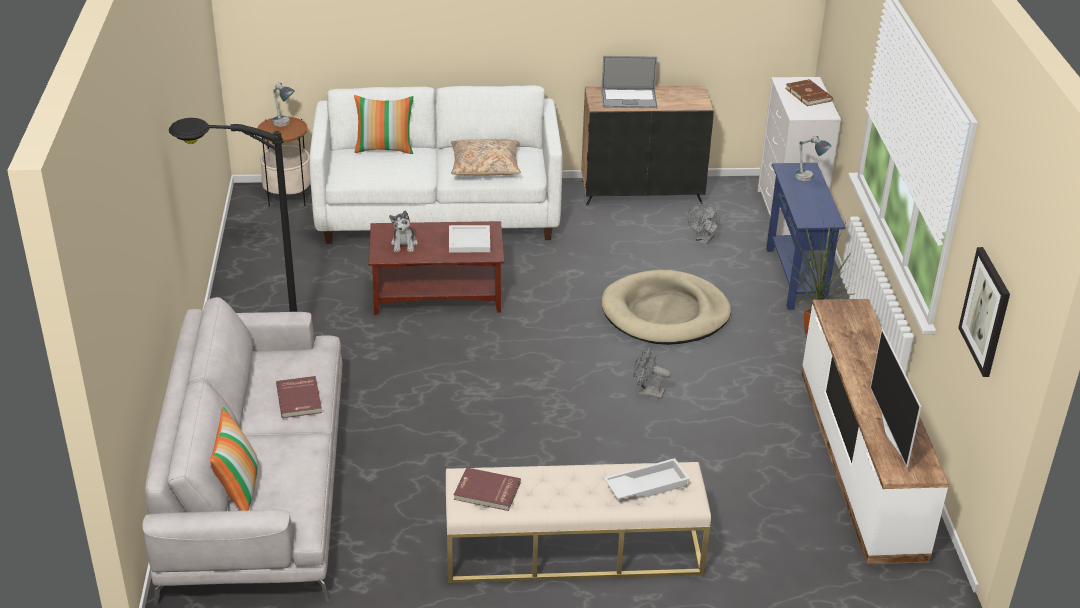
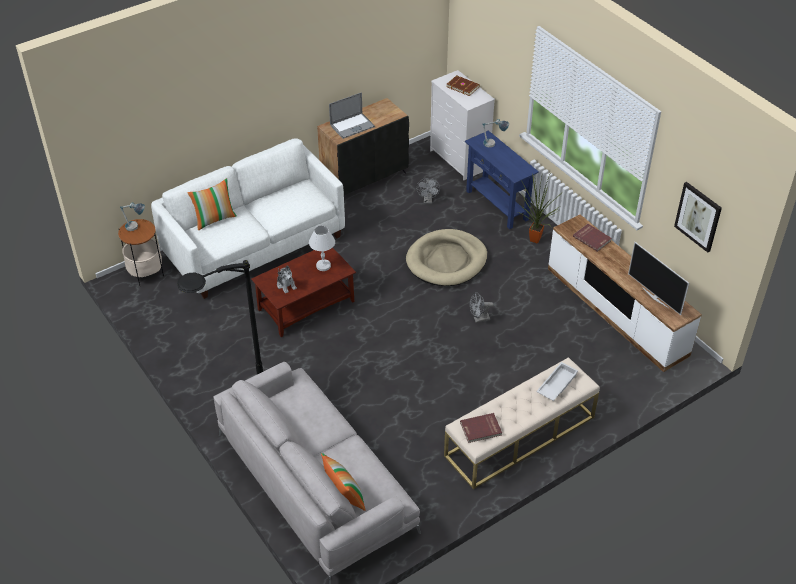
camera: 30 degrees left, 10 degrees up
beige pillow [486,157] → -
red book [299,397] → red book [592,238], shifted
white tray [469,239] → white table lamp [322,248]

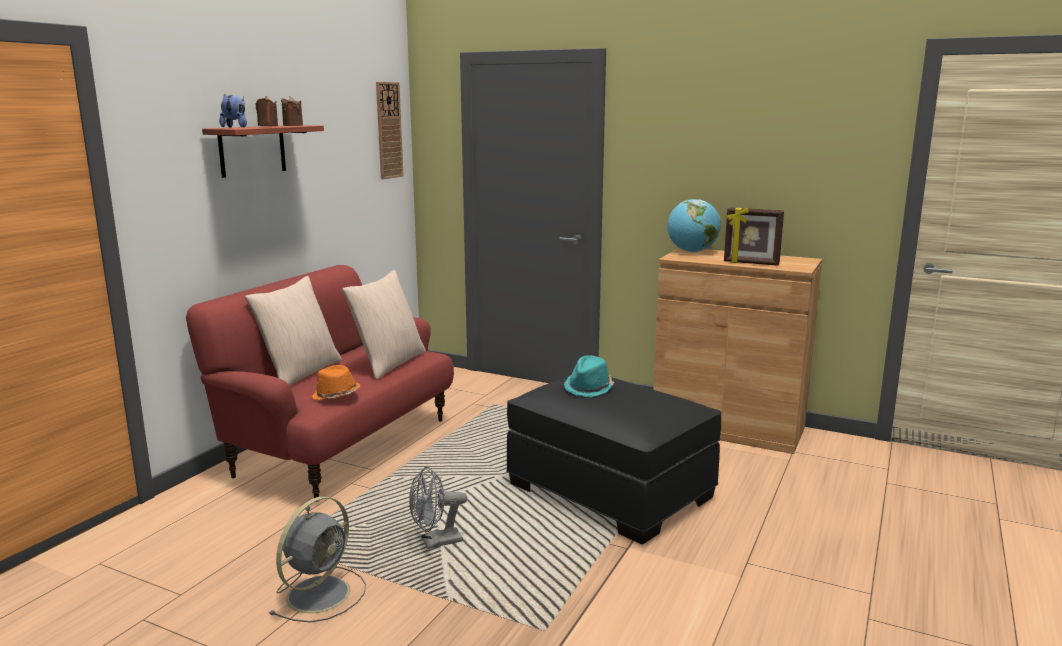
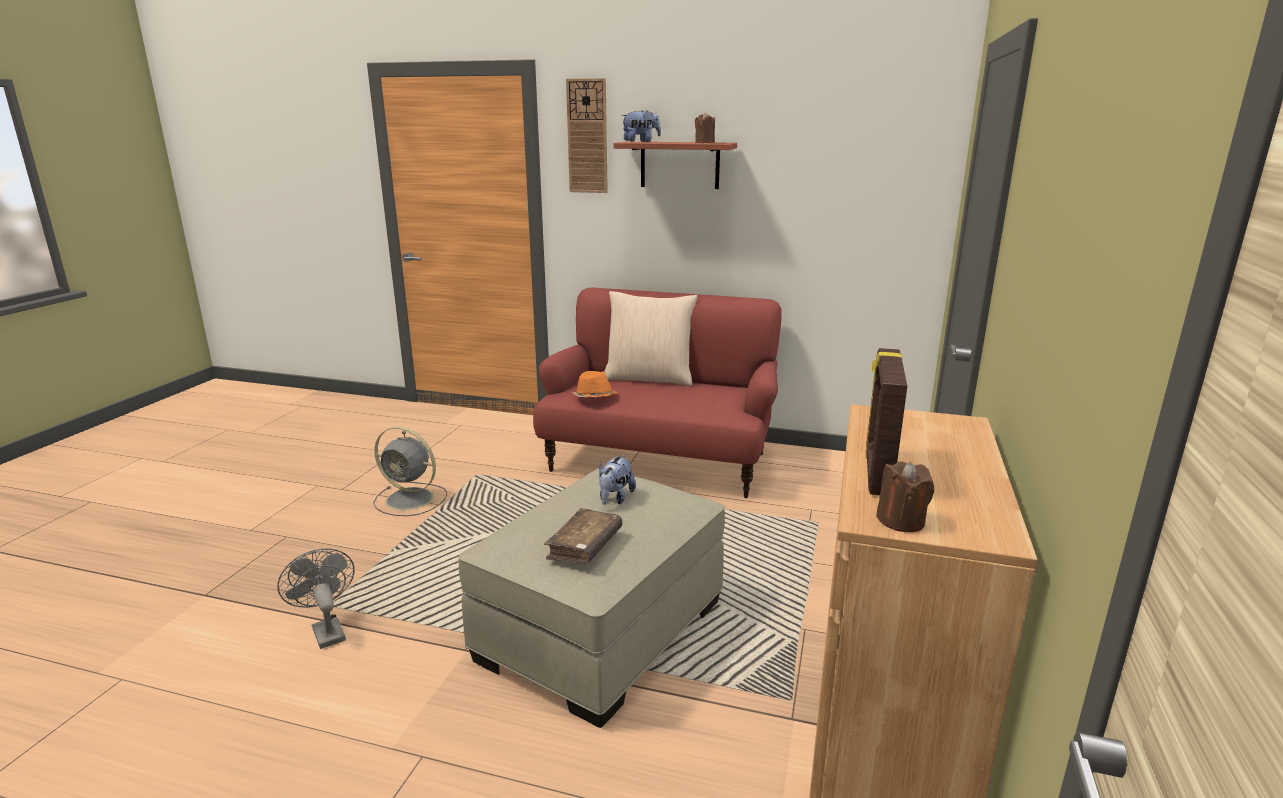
camera: 80 degrees right, 5 degrees up
beige pillow [384,325] → -
globe [694,226] → -
- → brown book [583,536]
brown candle [267,111] → brown candle [905,496], shifted
wall clock [390,130] → wall clock [587,135], shifted
grey fan [438,507] → grey fan [316,598], shifted
turquoise hat [589,376] → plush toy [617,479]
black ottoman [613,460] → beige ottoman [592,598]

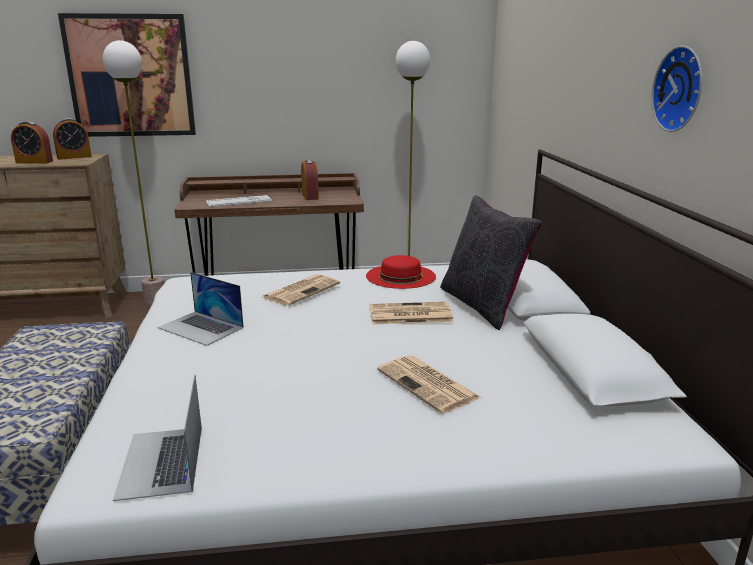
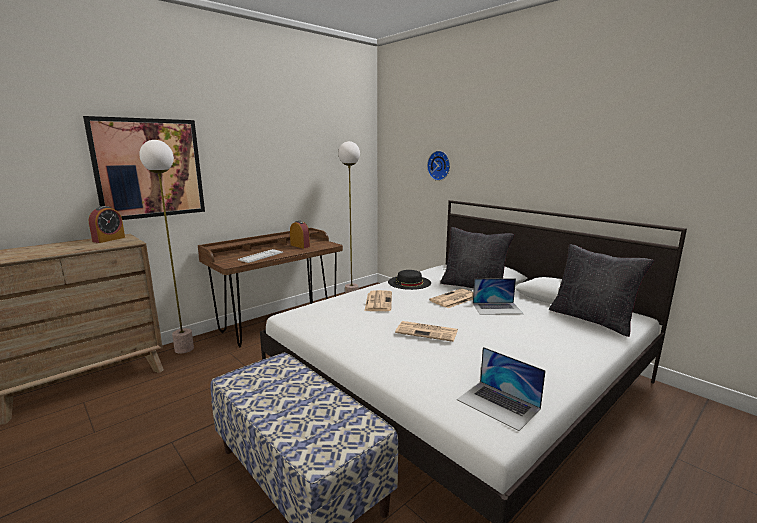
camera: 35 degrees left, 5 degrees down
alarm clock [32,142] → -
- → black pillow [601,290]
laptop [201,309] → laptop [498,296], shifted
newspaper [429,384] → newspaper [426,331], shifted
wall clock [677,89] → wall clock [438,166], shifted
red hat [401,272] → black hat [409,280]

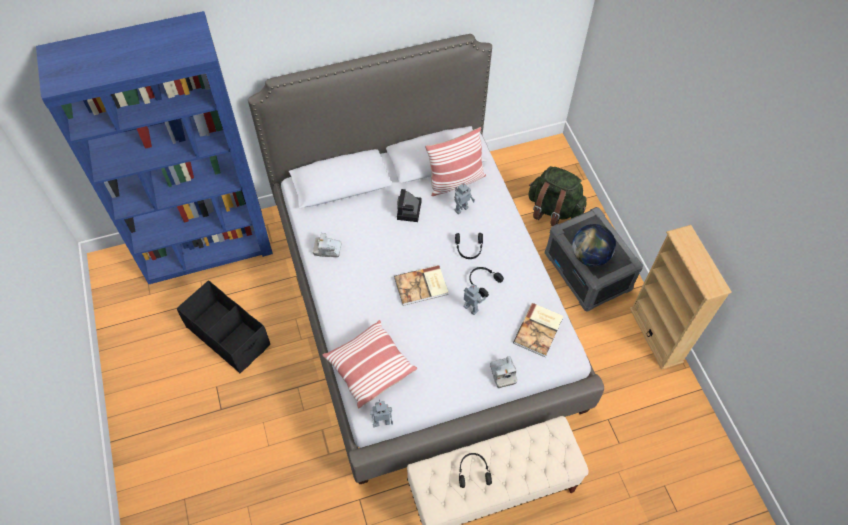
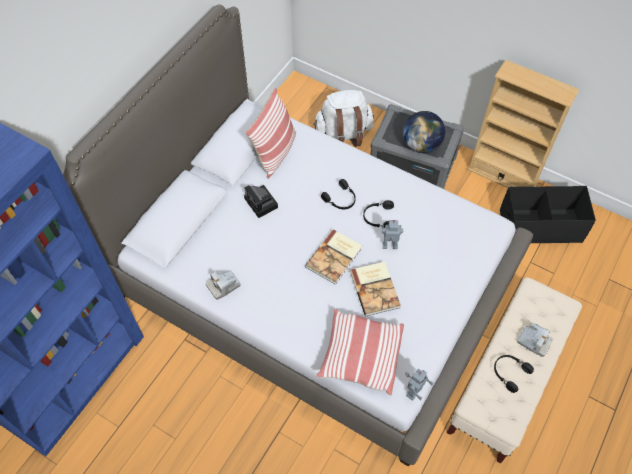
camera: 40 degrees left, 0 degrees up
toy robot [464,198] → -
black storage box [223,327] → black storage box [548,214], shifted
photo camera [503,372] → photo camera [535,340], shifted
book [538,330] → book [375,289], shifted
green backpack [557,196] → white backpack [343,118]

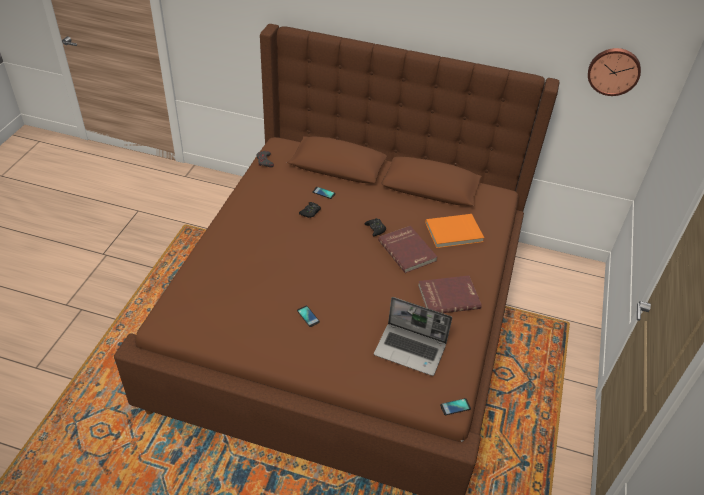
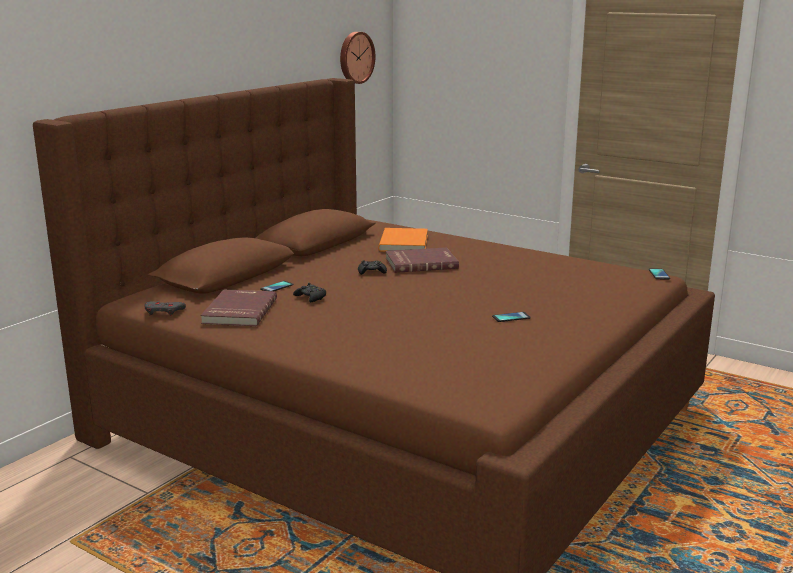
camera: 70 degrees left, 25 degrees down
laptop [413,336] → -
red book [450,294] → red book [238,307], shifted

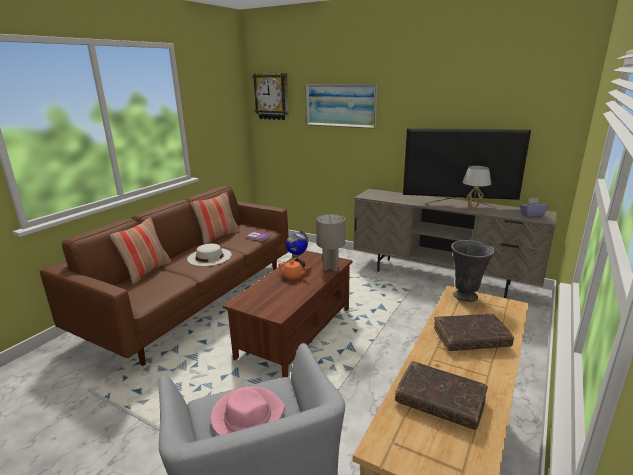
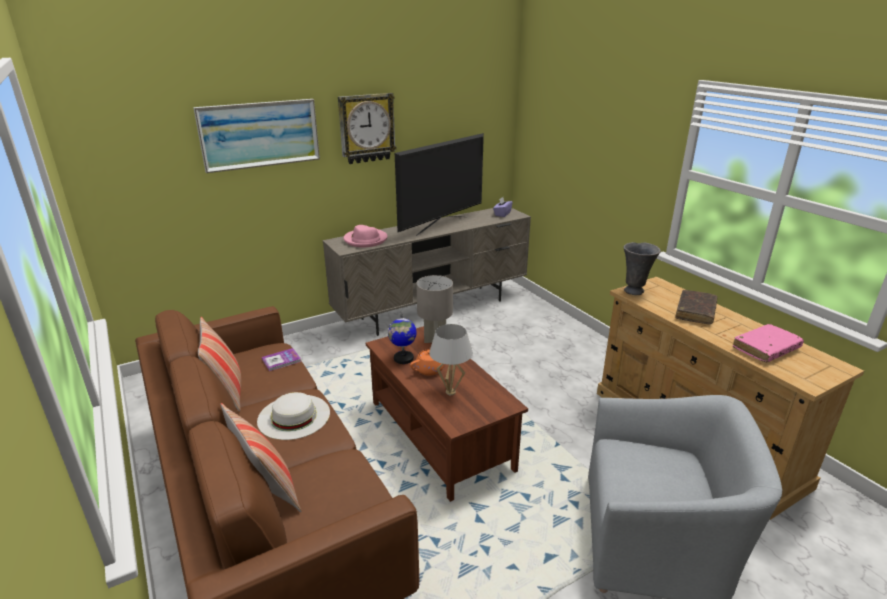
camera: 60 degrees left, 5 degrees up
pink hat [247,411] → pink hat [365,236], shifted
wall clock [270,96] → wall clock [367,128], shifted
white table lamp [477,189] → white table lamp [451,359], shifted
brown book [441,395] → pink book [768,343]

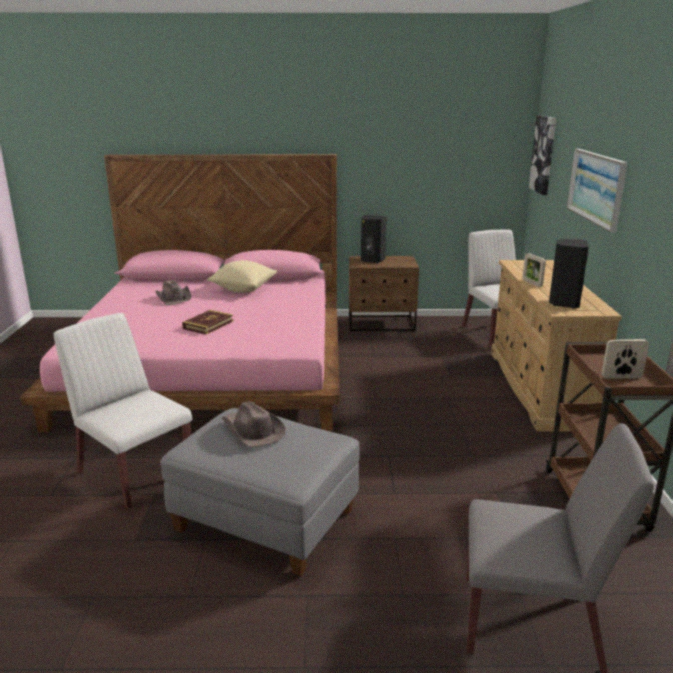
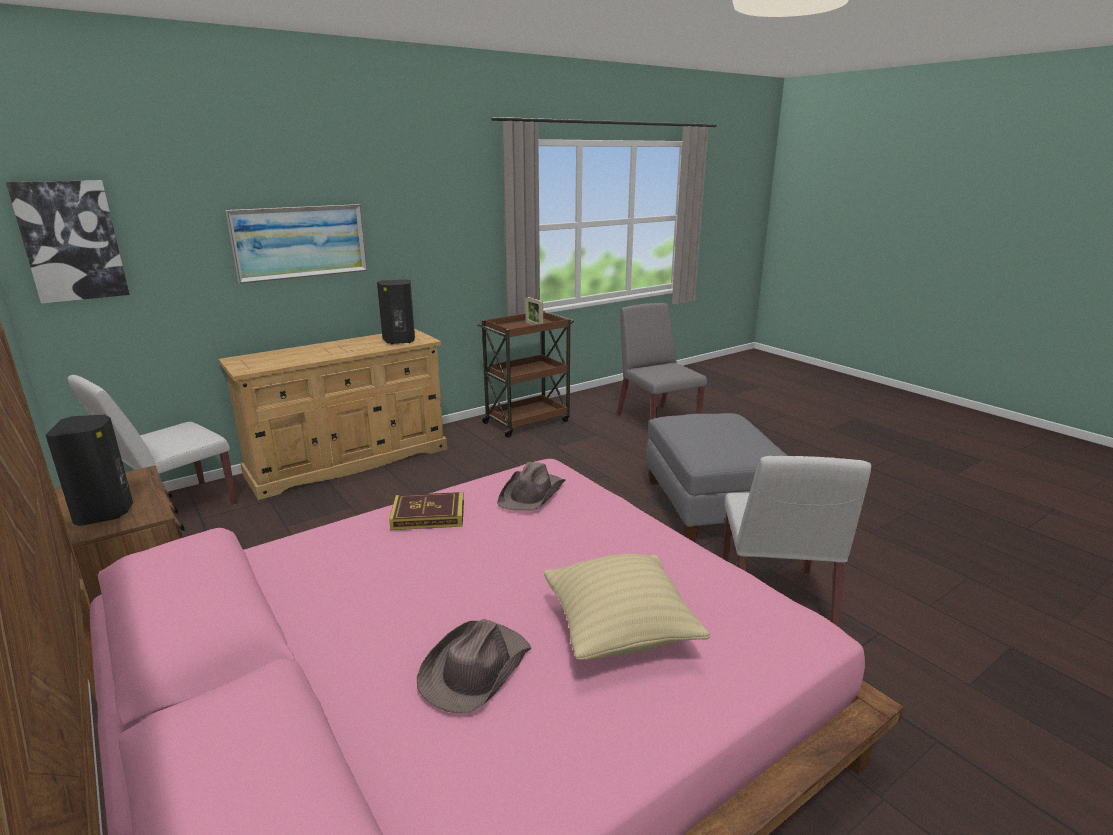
camera: 125 degrees left, 0 degrees up
picture frame [534,270] → -
book [207,322] → book [426,511], shifted
beige pillow [242,276] → beige pillow [627,607], shifted
brown hat [254,424] → brown hat [531,486], shifted

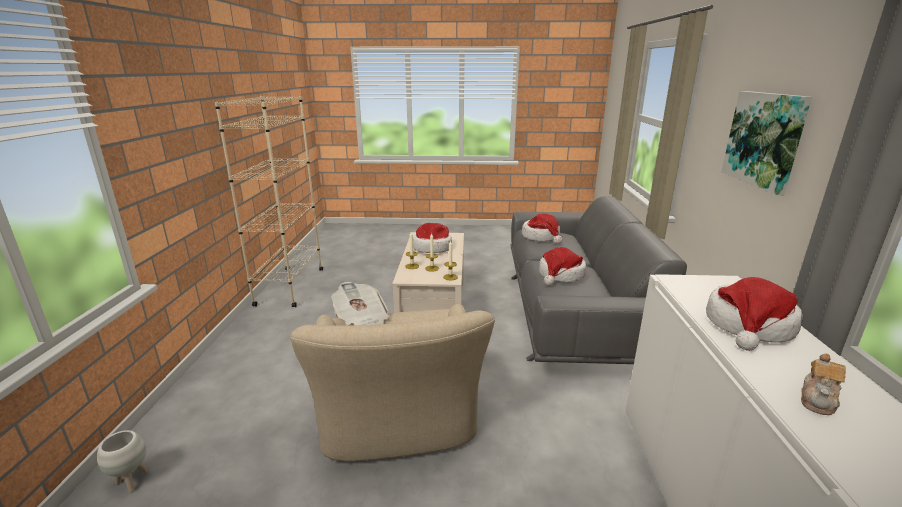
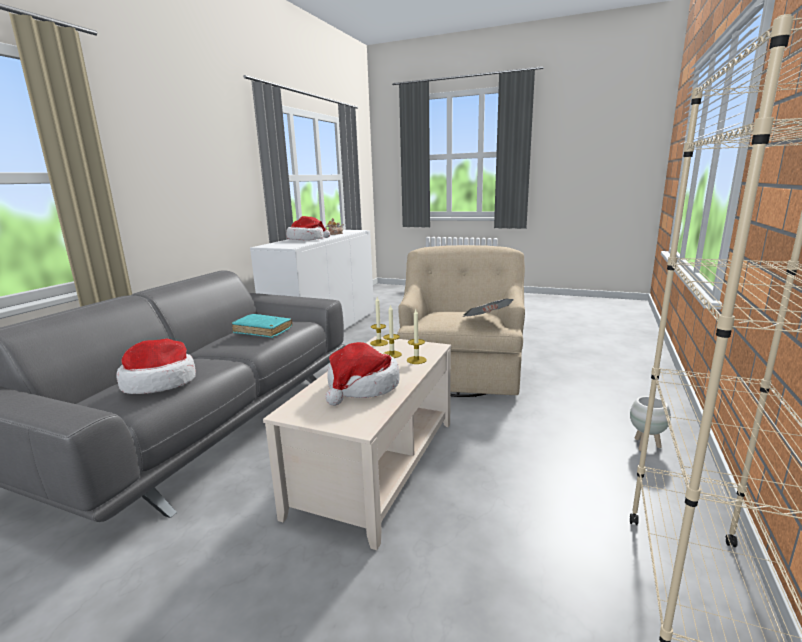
camera: 160 degrees left, 5 degrees down
picture [766,143] → -
white planter [122,461] → white planter [650,423], shifted
hat [562,266] → turquoise book [262,326]

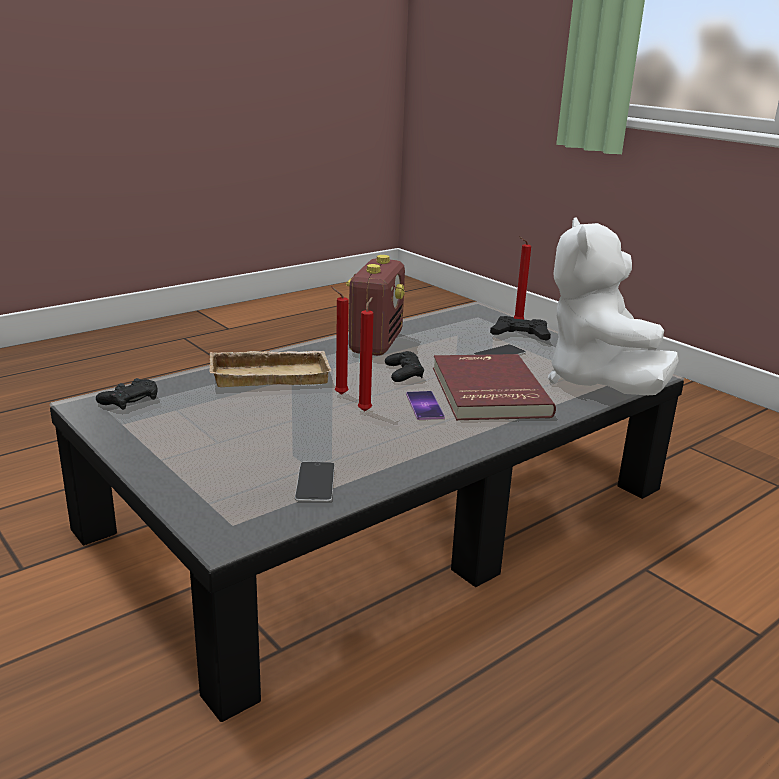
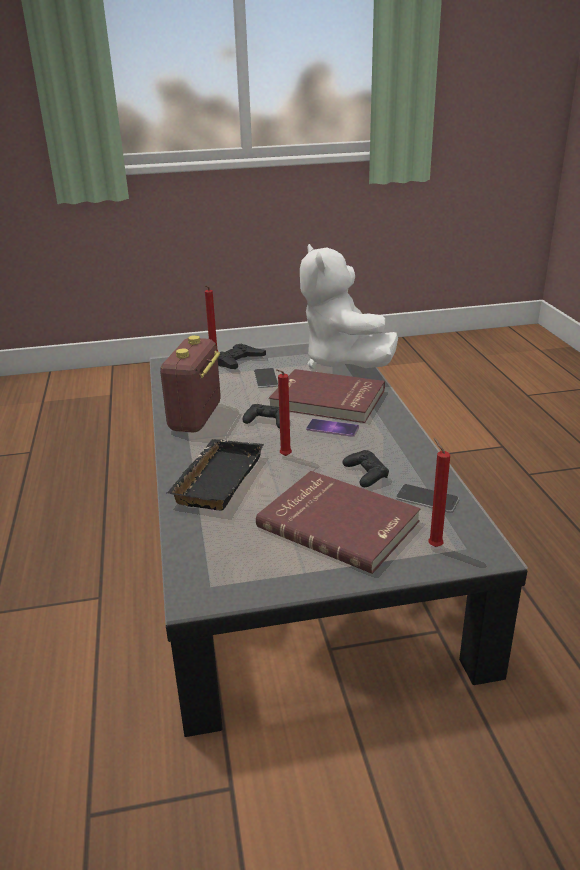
camera: 60 degrees left, 5 degrees up
- → red book [338,522]
black game controller [127,394] → black game controller [365,468], shifted
red candle [365,354] → red candle [439,492], shifted
beige tray [270,369] → black tray [215,474]
radio [375,305] → radio [190,384], 120 degrees counterclockwise
white plush toy [613,306] → white plush toy [349,306], 45 degrees clockwise

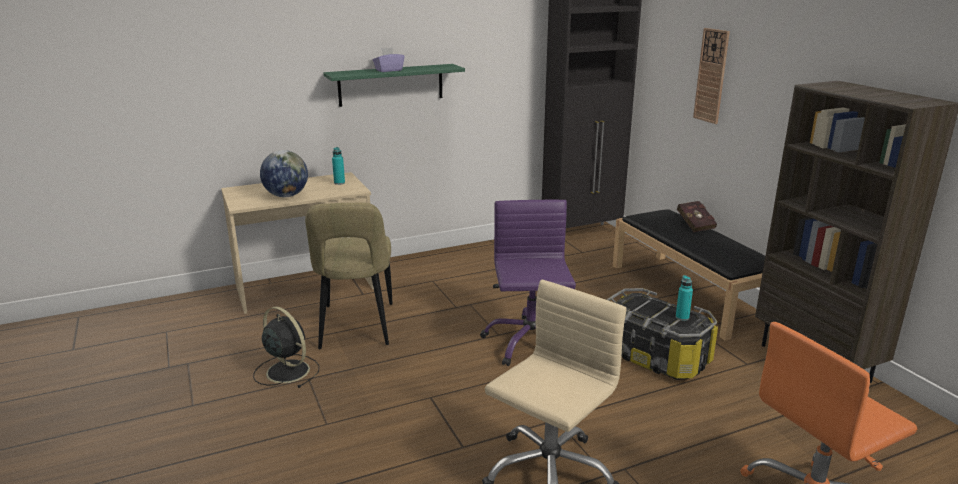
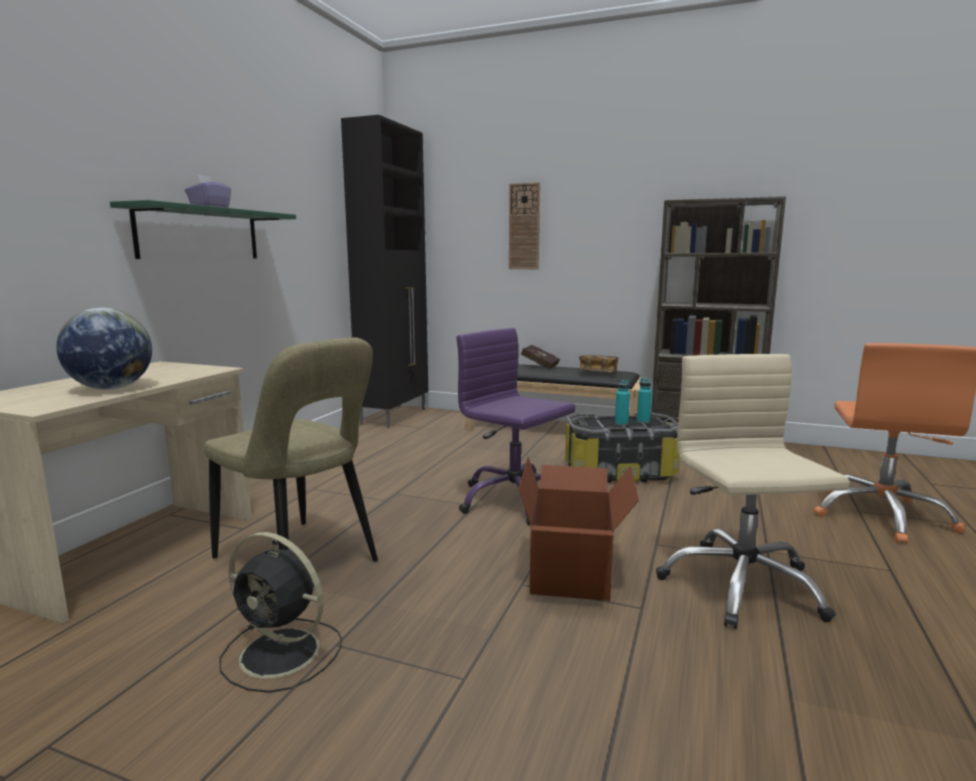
camera: 45 degrees left, 10 degrees down
- → cardboard box [579,529]
- → book [598,364]
turquoise bottle [338,166] → turquoise bottle [622,403], shifted
black fan [286,347] → black fan [280,612], 150 degrees counterclockwise

